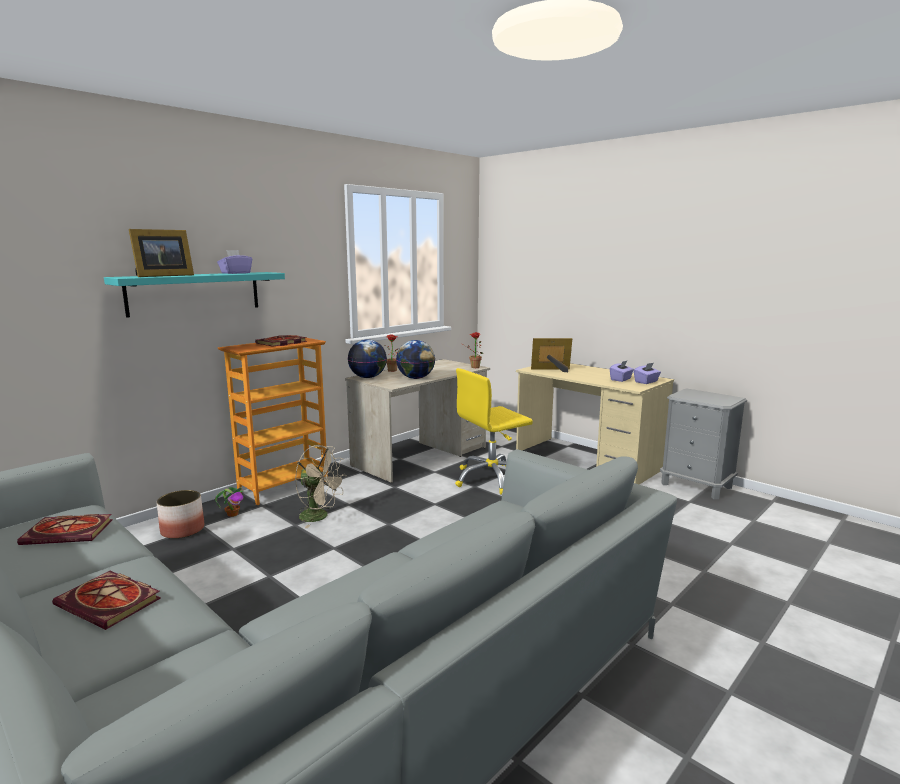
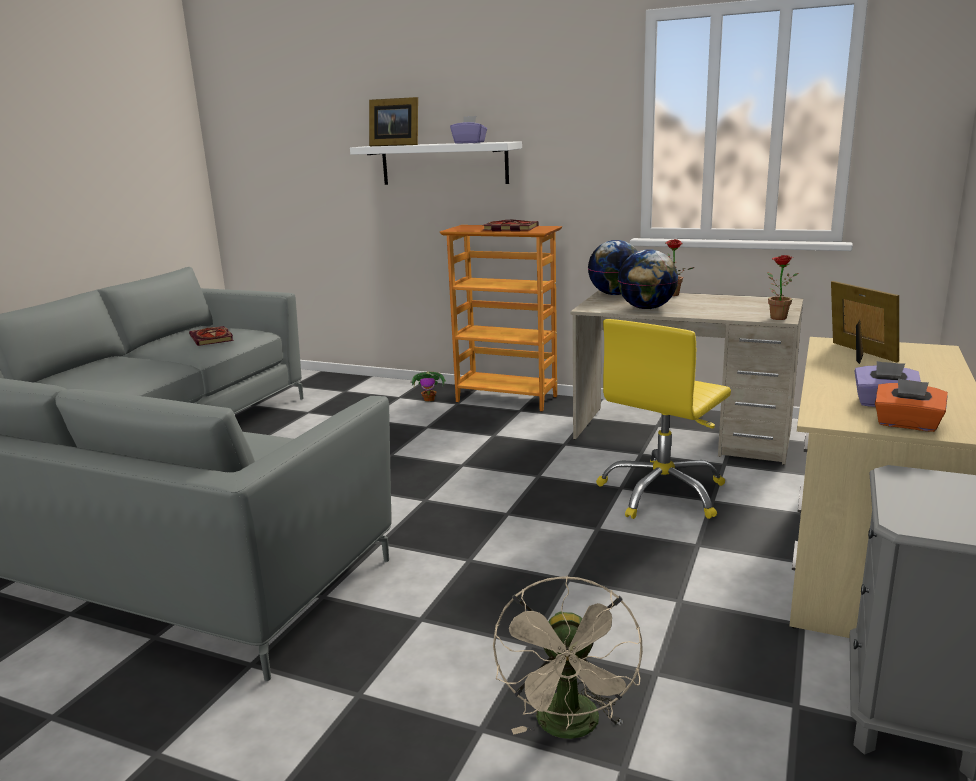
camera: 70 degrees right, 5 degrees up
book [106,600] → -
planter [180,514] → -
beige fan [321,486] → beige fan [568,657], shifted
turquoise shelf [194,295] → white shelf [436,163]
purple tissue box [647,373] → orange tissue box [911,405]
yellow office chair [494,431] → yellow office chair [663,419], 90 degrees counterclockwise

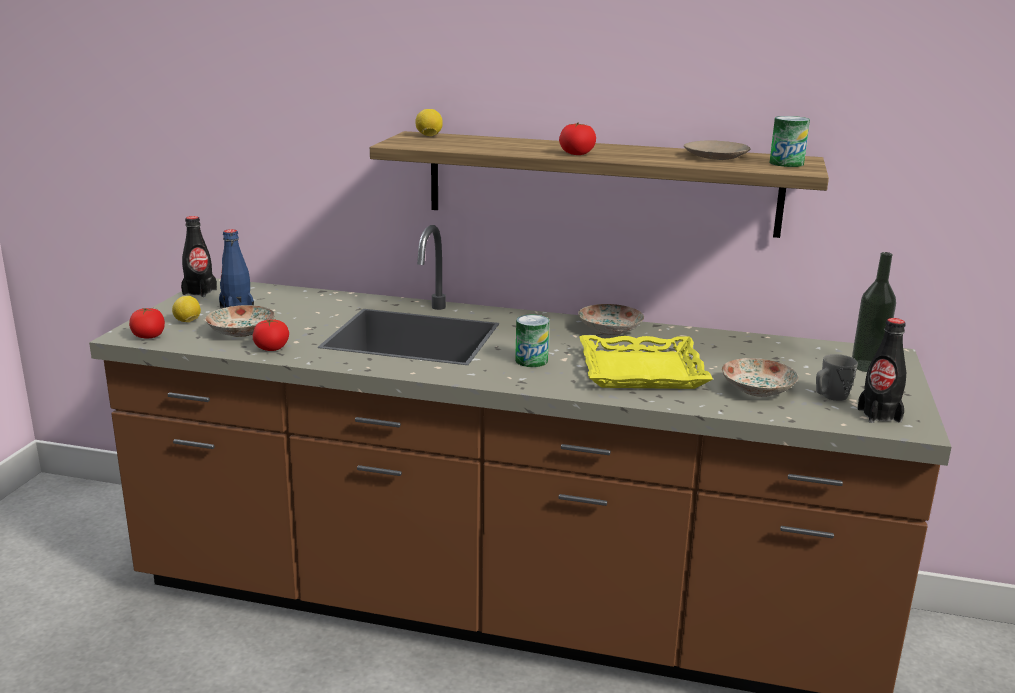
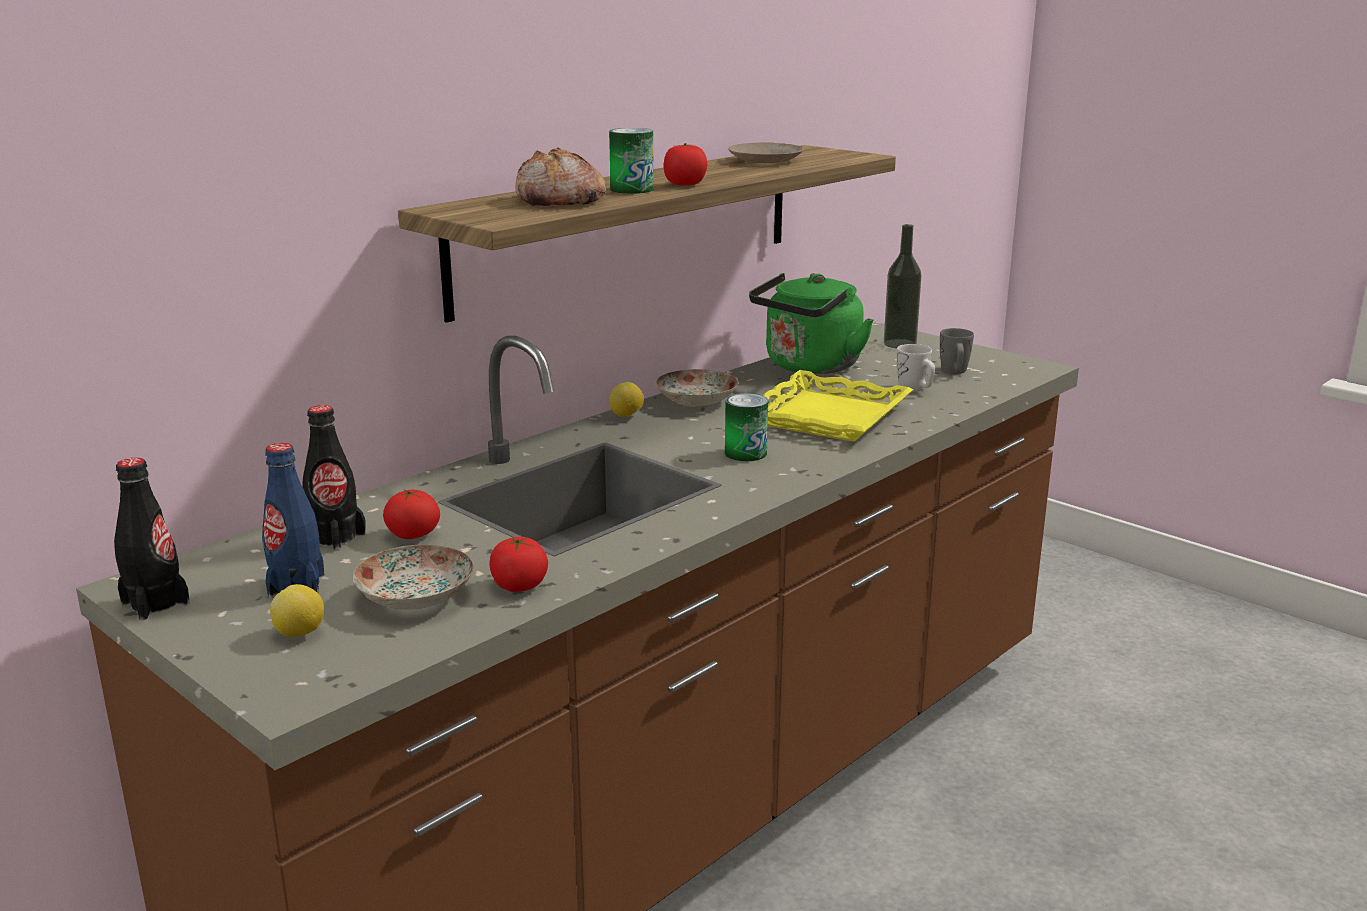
camera: 60 degrees left, 0 degrees up
- → bread [560,176]
- → green kettle [811,323]
tomato [147,323] → tomato [411,514], shifted
lemon [429,122] → lemon [626,399], shifted
can [790,141] → can [631,161], shifted
black bottle [882,370] → black bottle [334,478], shifted
plate [760,377] → white mug [916,368]

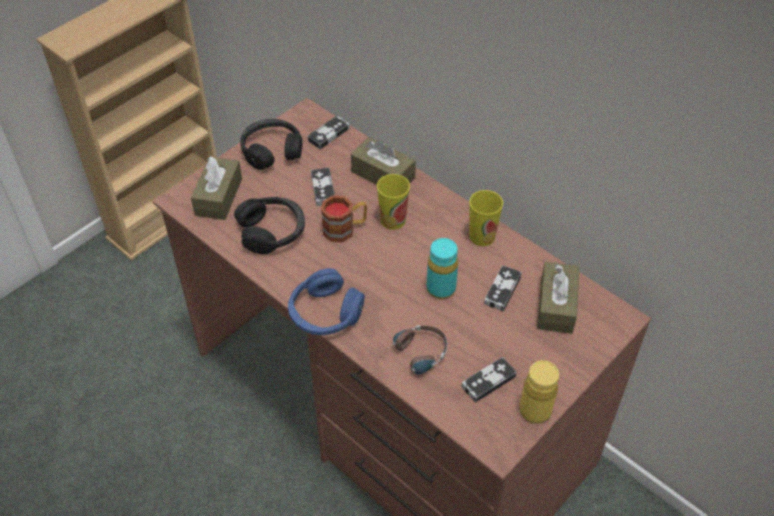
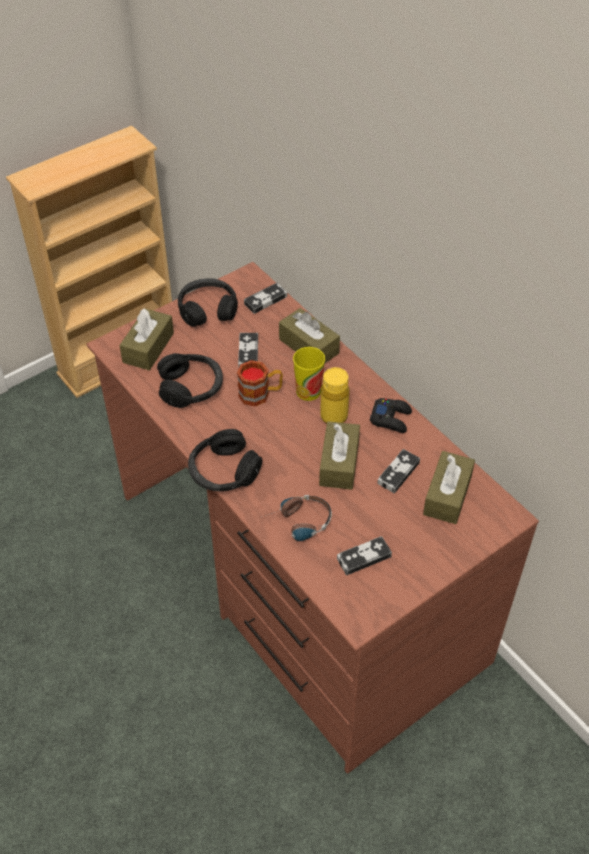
camera: 10 degrees right, 0 degrees up
yellow bottle [539,392] → yellow bottle [334,395], shifted
turquoise bottle [442,268] → brown tissue box [339,455]
cup [486,218] → black game controller [391,415]
blue headphones [326,301] → black headphones [225,460]

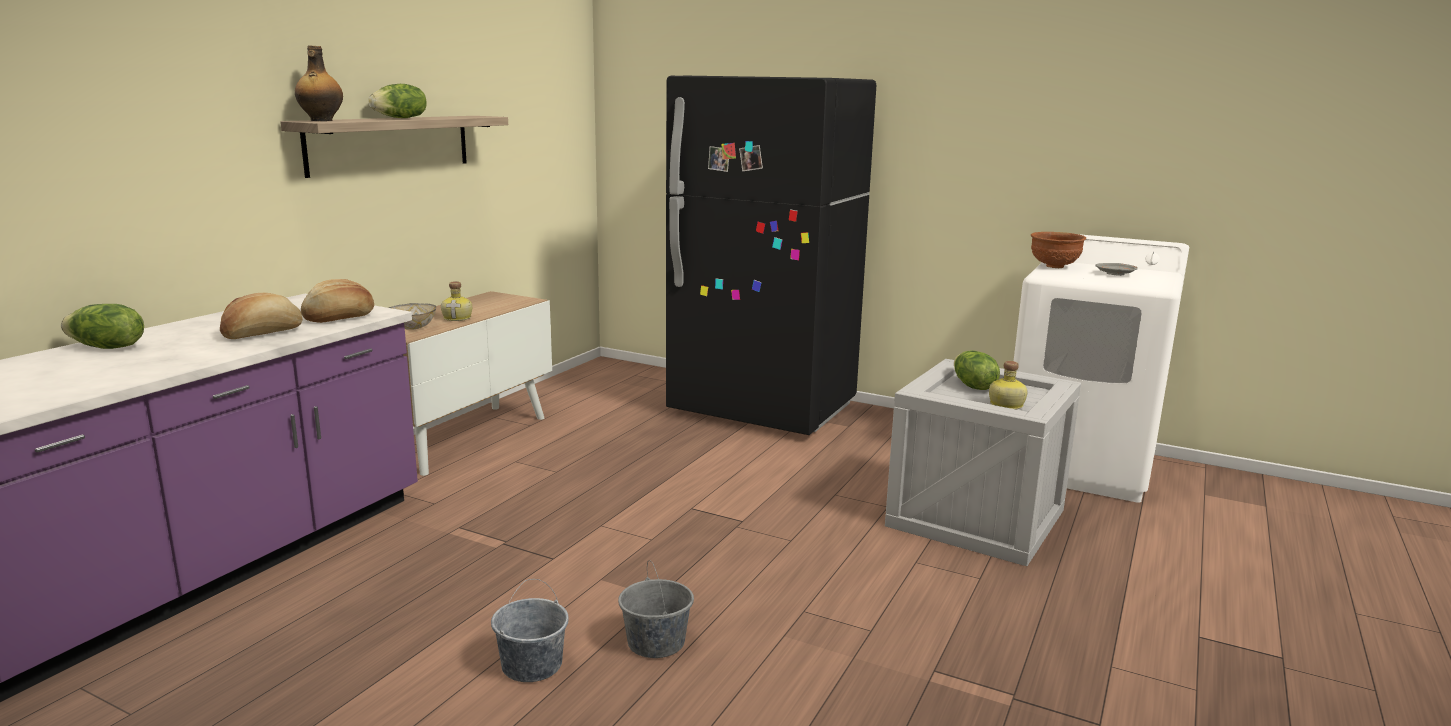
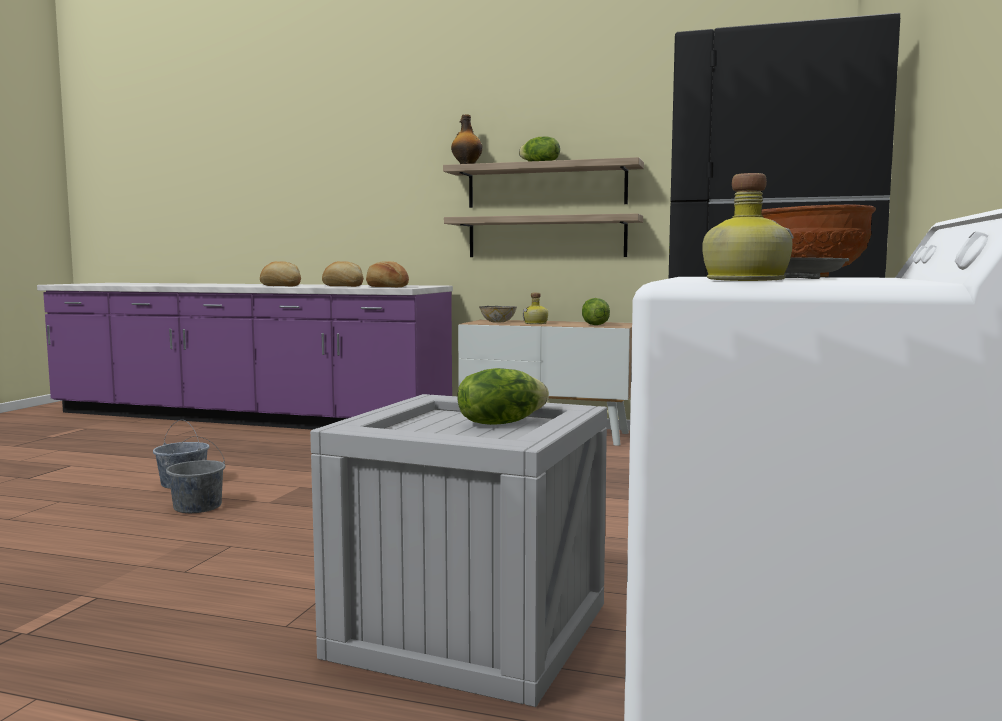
camera: 80 degrees right, 10 degrees down
- → bread [280,273]
- → shelf [543,235]
lettuce [102,326] → lettuce [596,311], shifted
bottle [1008,385] → bottle [748,227], shifted

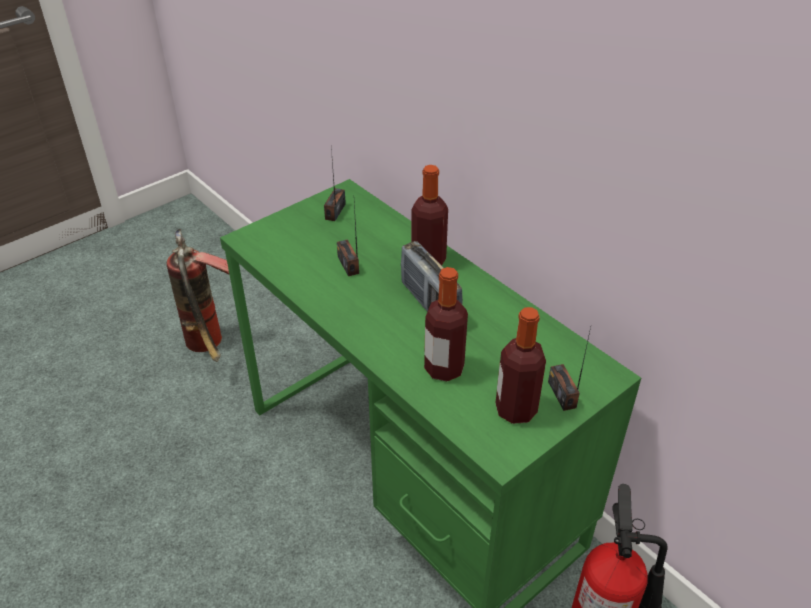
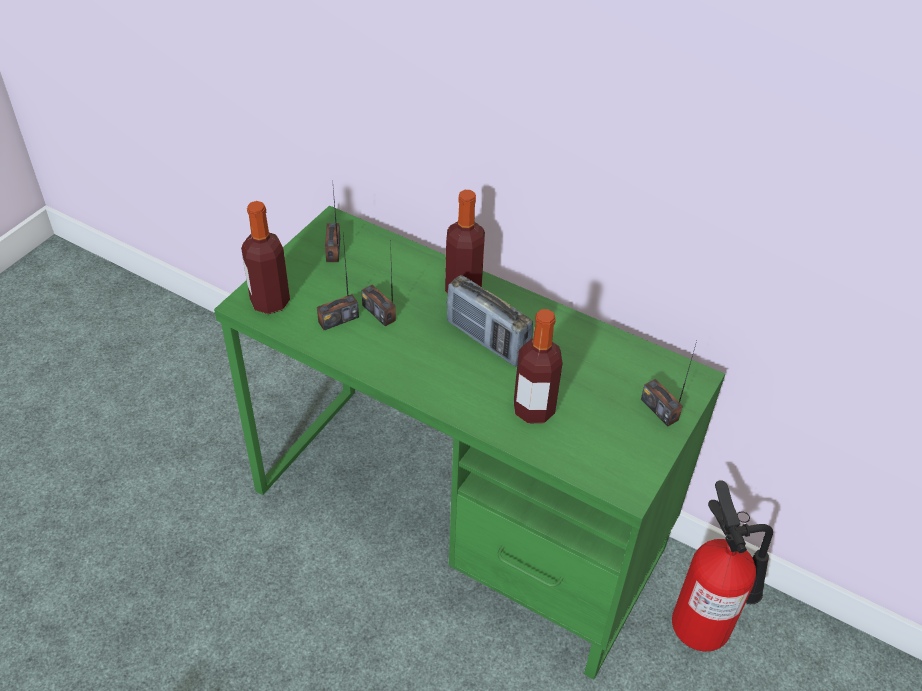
camera: 20 degrees left, 5 degrees up
fire extinguisher [197,295] → -
- → radio [338,282]
bottle [521,365] → bottle [265,257], shifted

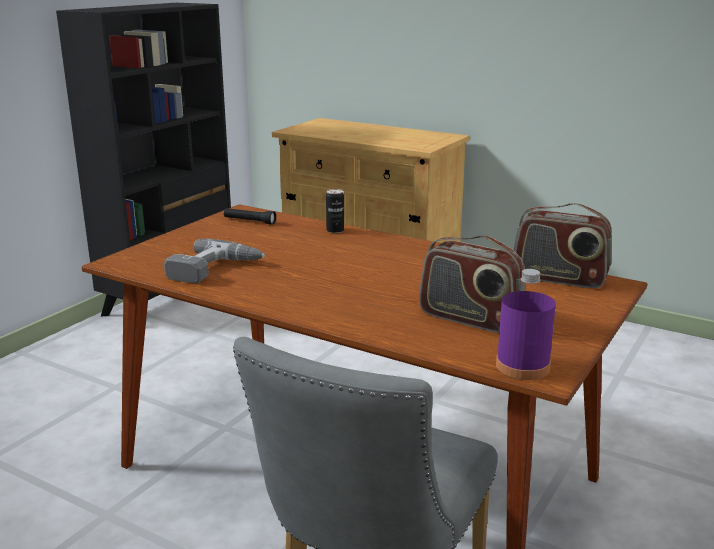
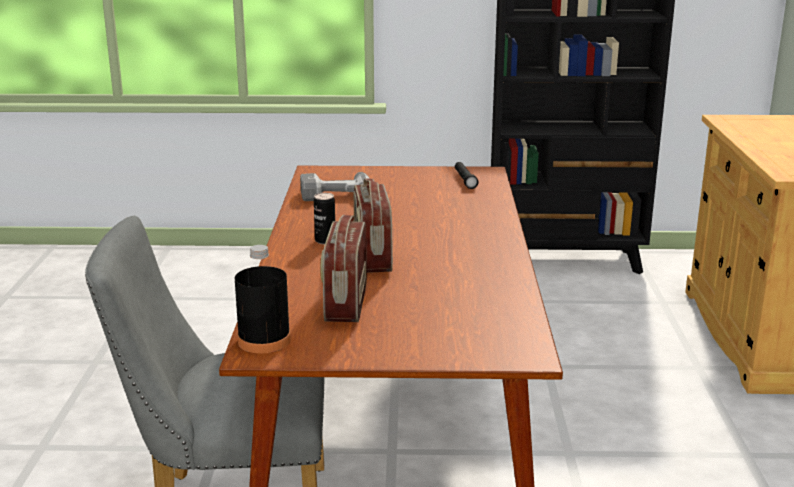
camera: 60 degrees right, 0 degrees up
can [335,211] → can [324,218], shifted
radio [563,245] → radio [373,226], shifted
purple bottle [526,324] → black bottle [263,299]

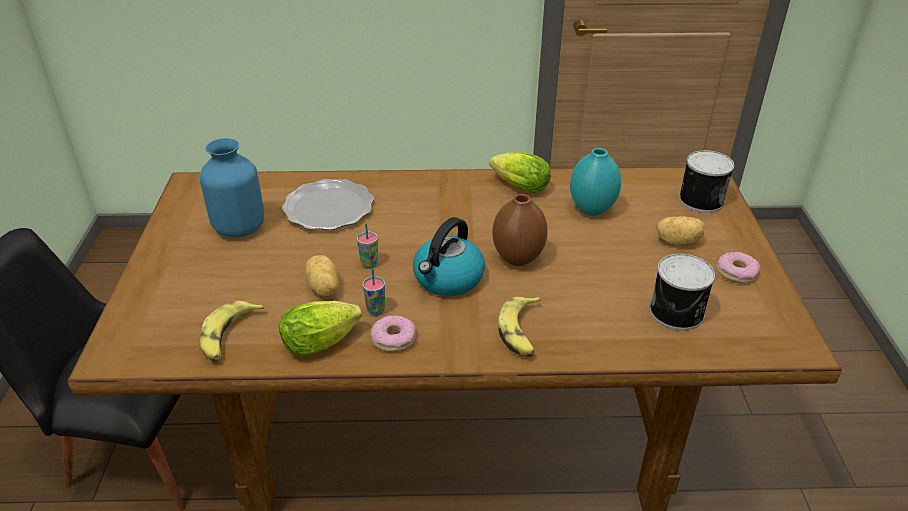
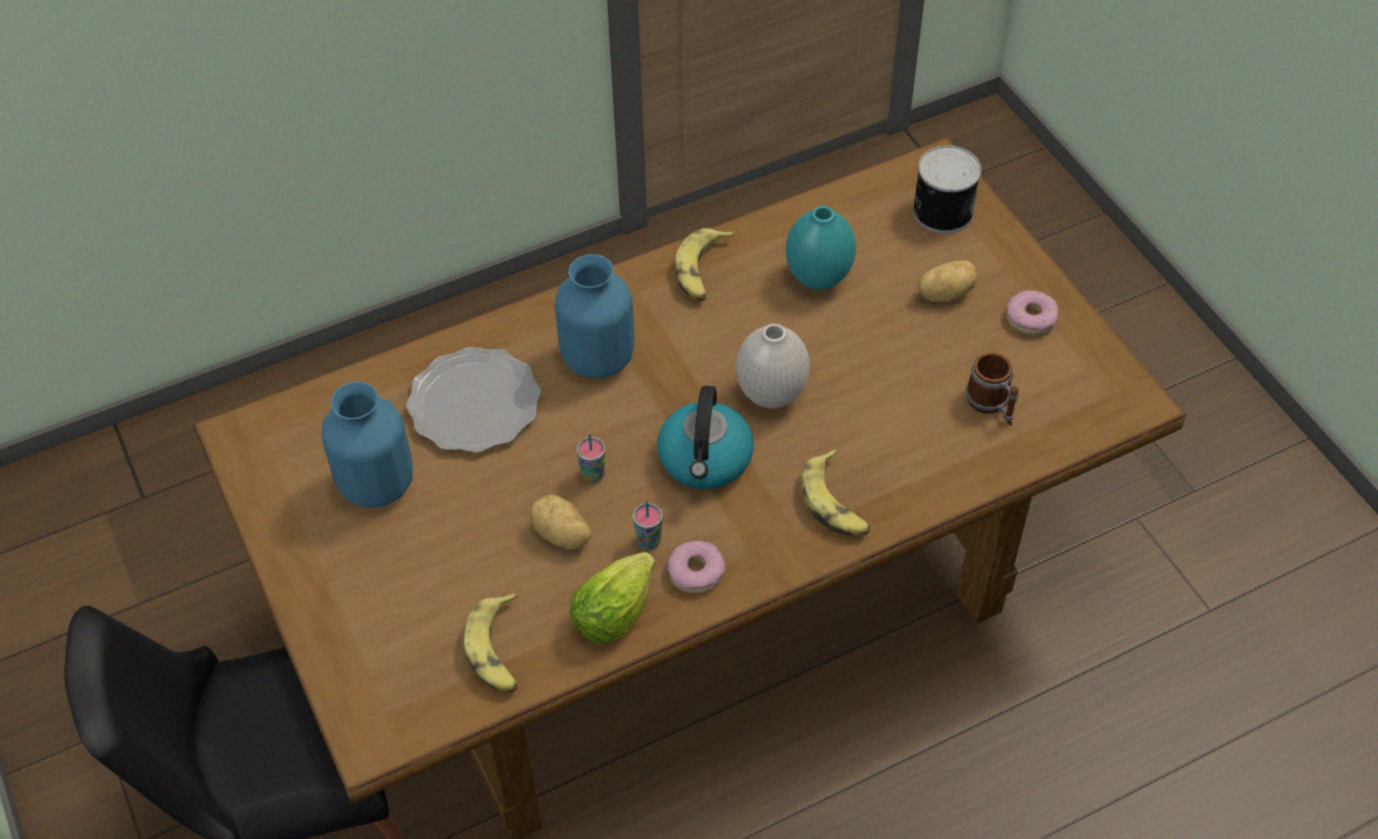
camera: 25 degrees left, 15 degrees up
- → blue vase [594,316]
lettuce [520,172] → banana [704,264]
can [682,292] → mug [992,389]
brown vase [520,230] → white vase [773,366]

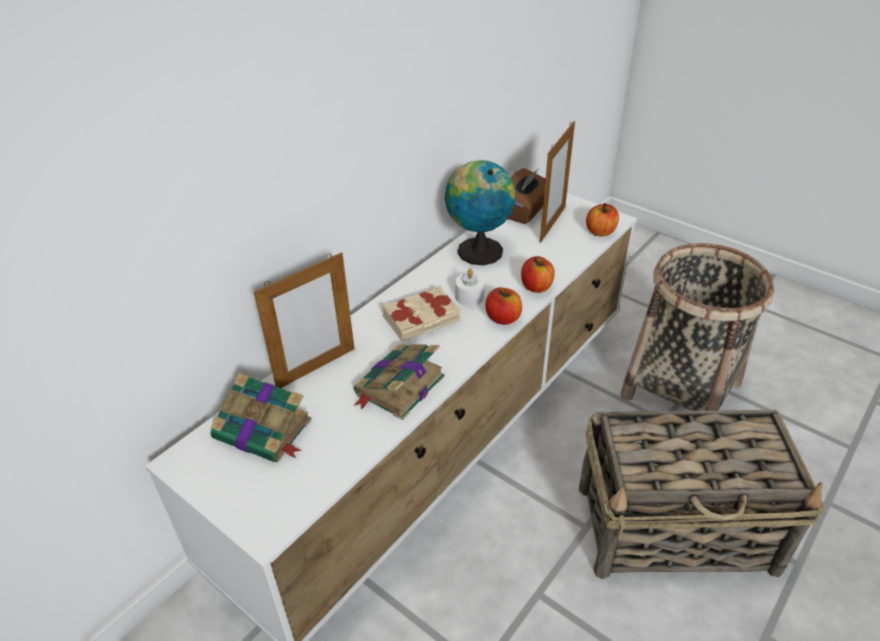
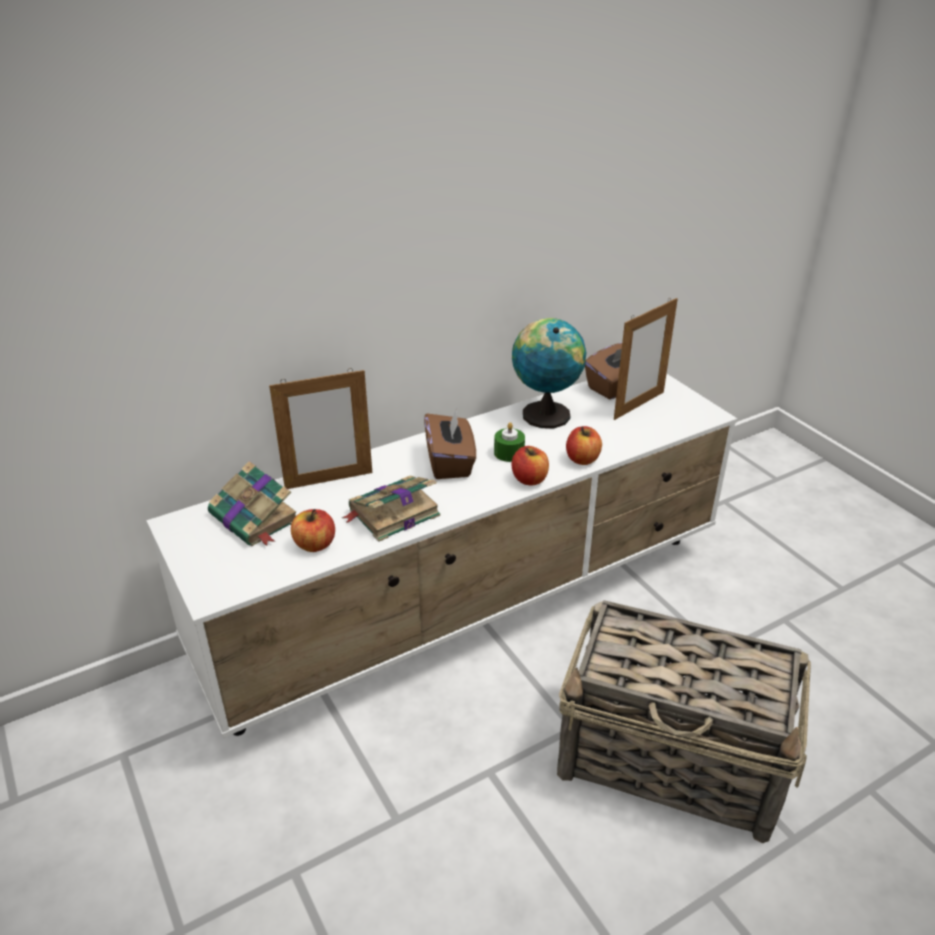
camera: 20 degrees right, 5 degrees down
basket [697,327] → -
apple [602,219] → apple [313,530], shifted
beige book [421,313] → brown tissue box [450,443]
white candle [470,287] → green candle [509,442]

